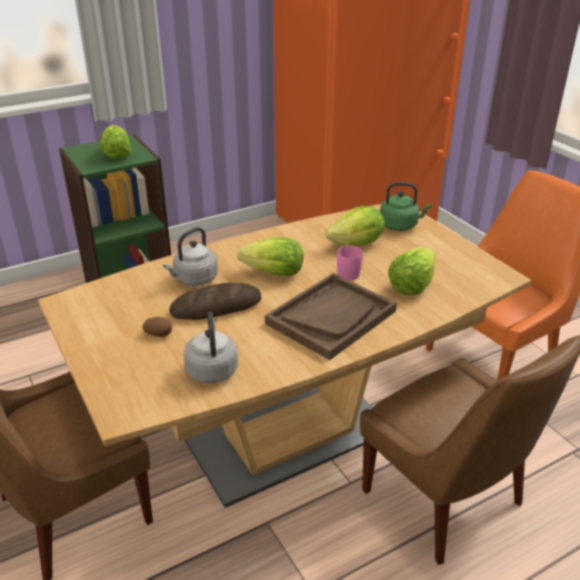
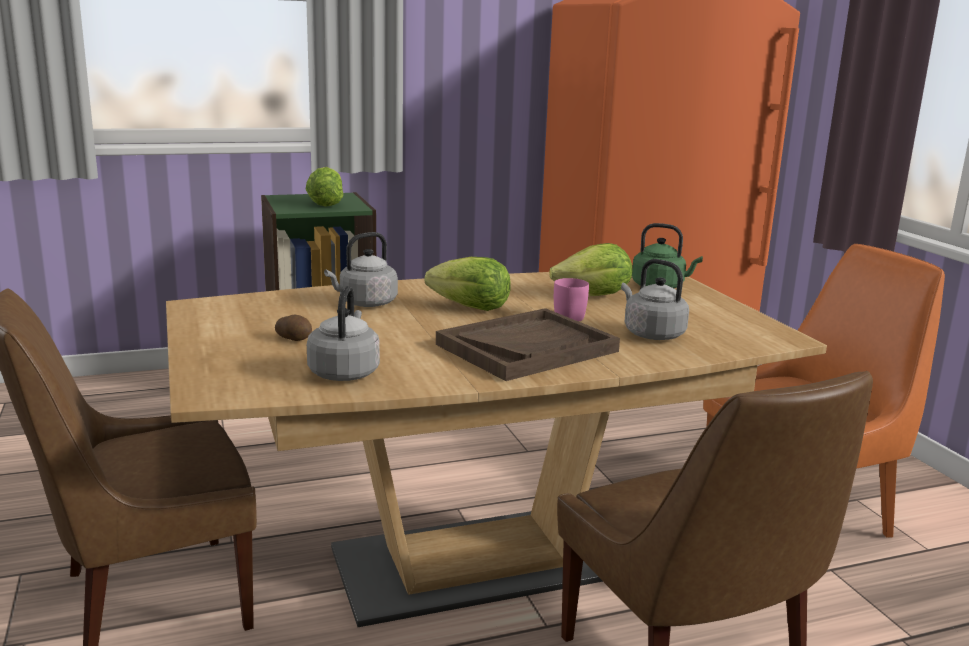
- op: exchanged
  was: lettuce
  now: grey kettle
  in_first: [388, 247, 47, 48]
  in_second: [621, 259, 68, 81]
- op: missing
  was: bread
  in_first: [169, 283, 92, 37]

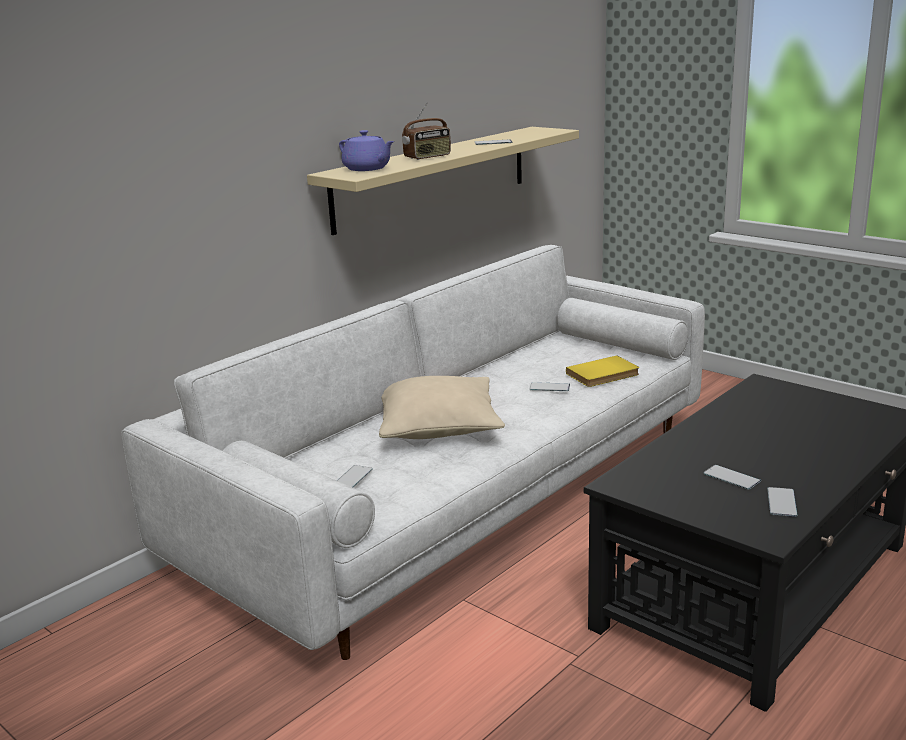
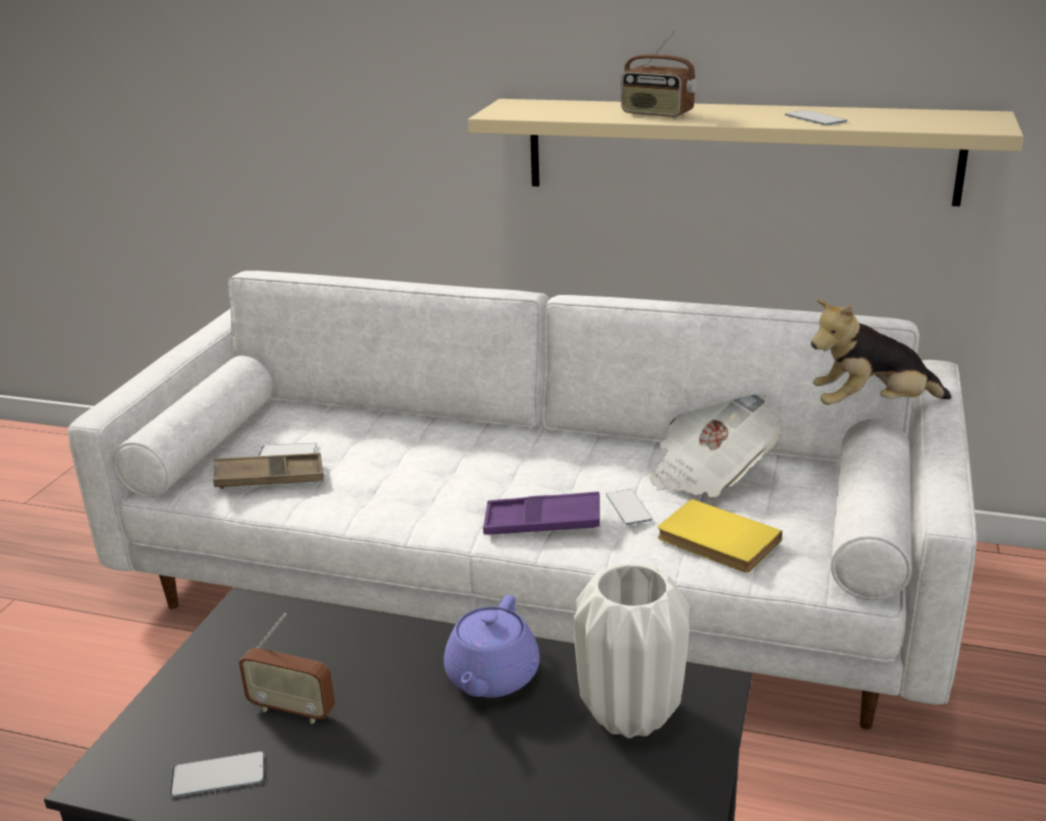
- op: relocated
  was: purple teapot
  in_first: [339, 130, 55, 41]
  in_second: [444, 595, 96, 102]
- op: missing
  was: beige pillow
  in_first: [379, 376, 126, 63]
- op: exchanged
  was: phone
  now: radio
  in_first: [703, 465, 58, 25]
  in_second: [239, 613, 96, 111]
- op: appeared
  now: plush toy
  in_second: [811, 299, 140, 106]
- op: appeared
  now: newspaper
  in_second: [650, 395, 130, 102]
- op: appeared
  now: brown tray
  in_second: [213, 453, 111, 36]
- op: appeared
  now: purple tray
  in_second: [483, 492, 117, 43]
- op: appeared
  now: white vase
  in_second: [573, 562, 116, 176]

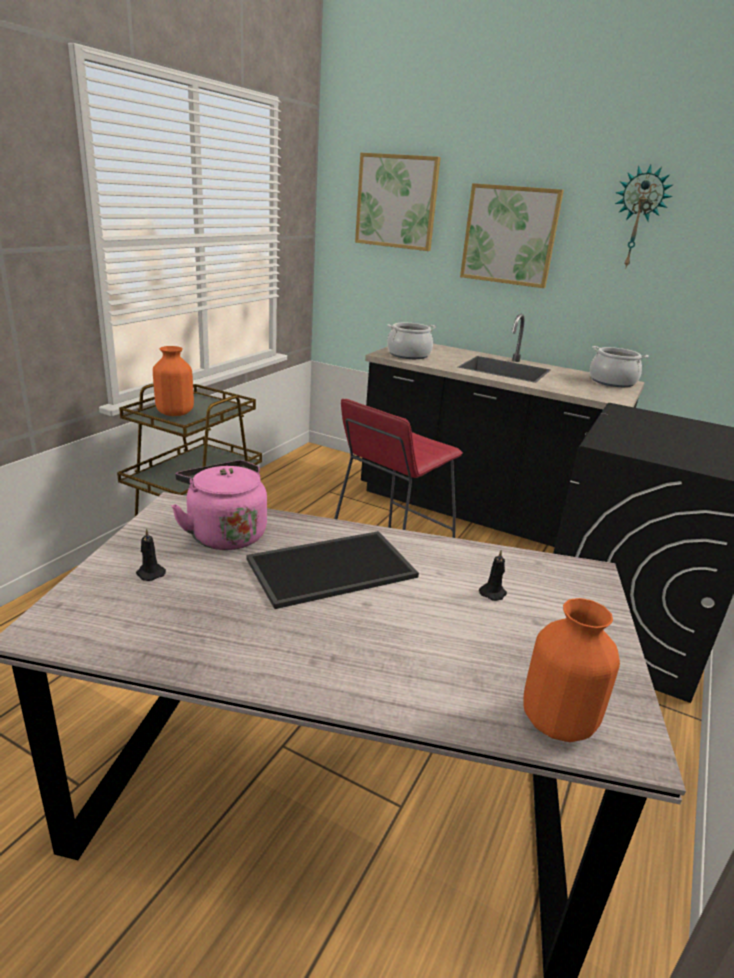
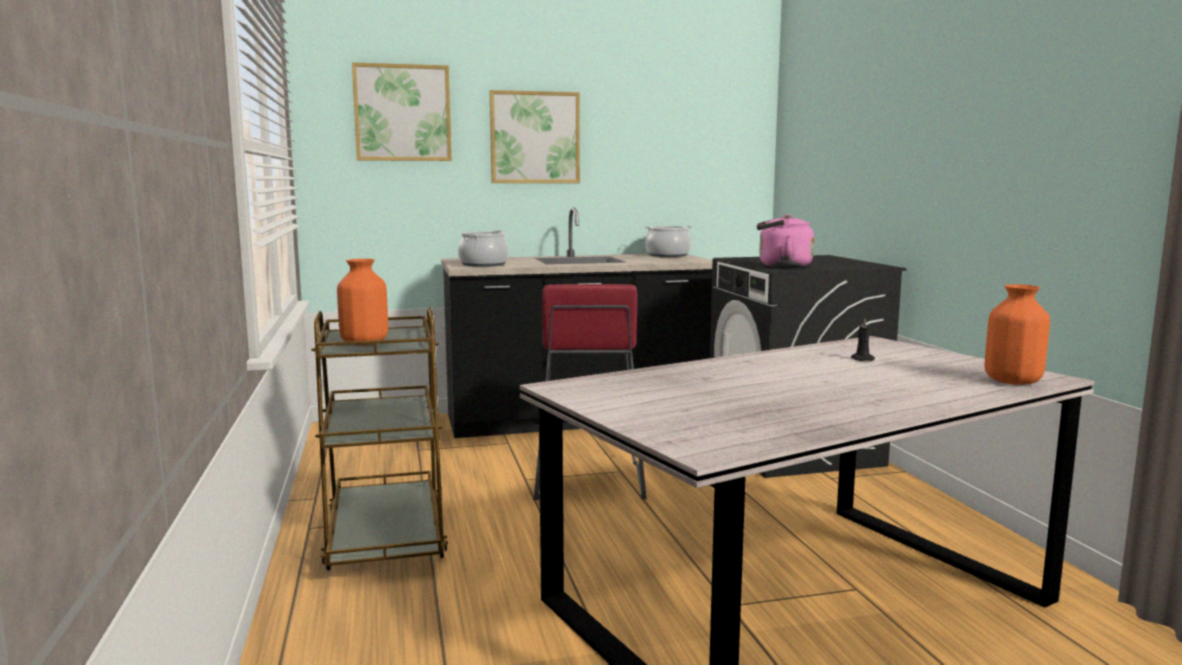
- op: missing
  was: wall clock
  in_first: [615, 165, 58, 102]
- op: relocated
  was: pink kettle
  in_first: [171, 460, 96, 90]
  in_second: [757, 214, 57, 54]
- op: missing
  was: black candle
  in_first: [136, 528, 30, 53]
- op: missing
  was: tray
  in_first: [246, 531, 173, 78]

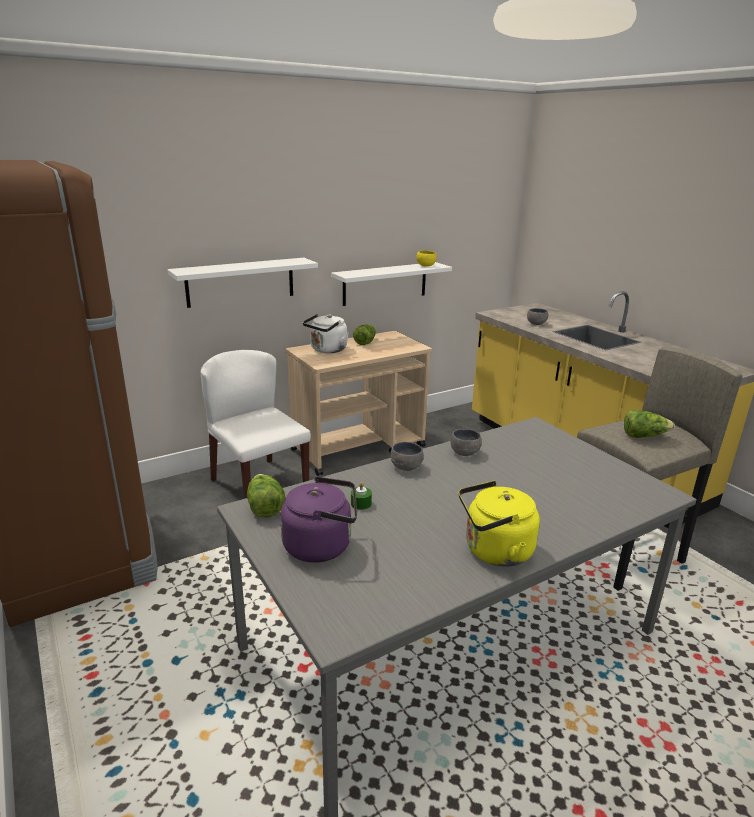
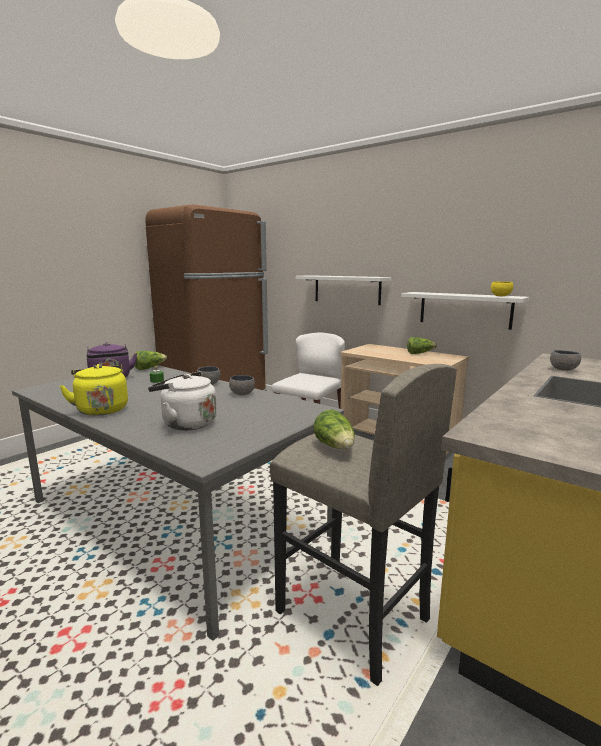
- op: relocated
  was: white kettle
  in_first: [303, 314, 46, 39]
  in_second: [148, 372, 69, 58]

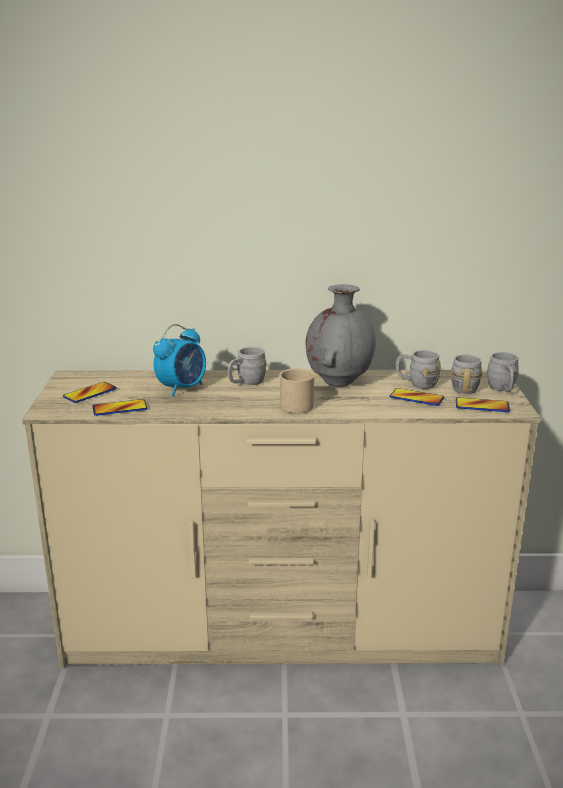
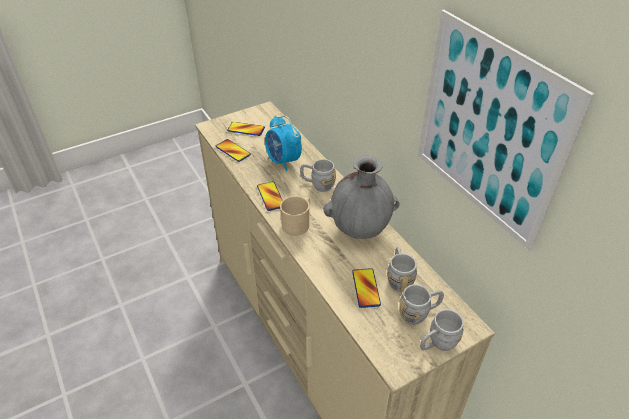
- op: spun
  was: alarm clock
  in_first: [153, 324, 53, 73]
  in_second: [265, 115, 37, 56]
  clockwise: 45
- op: relocated
  was: phone
  in_first: [456, 398, 54, 14]
  in_second: [257, 181, 25, 30]
- op: appeared
  now: picture
  in_second: [418, 10, 176, 241]

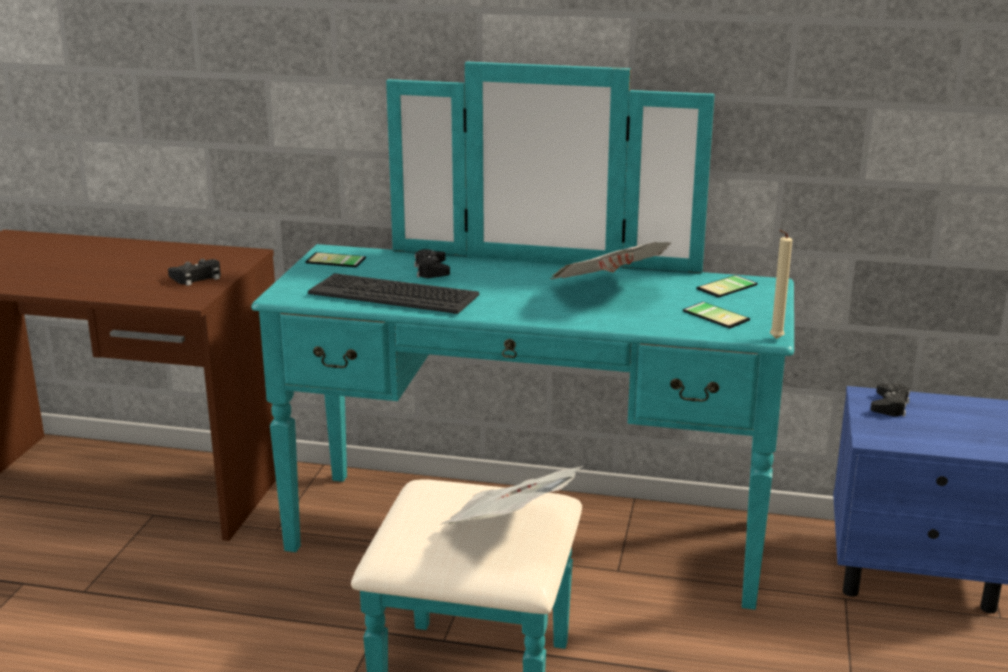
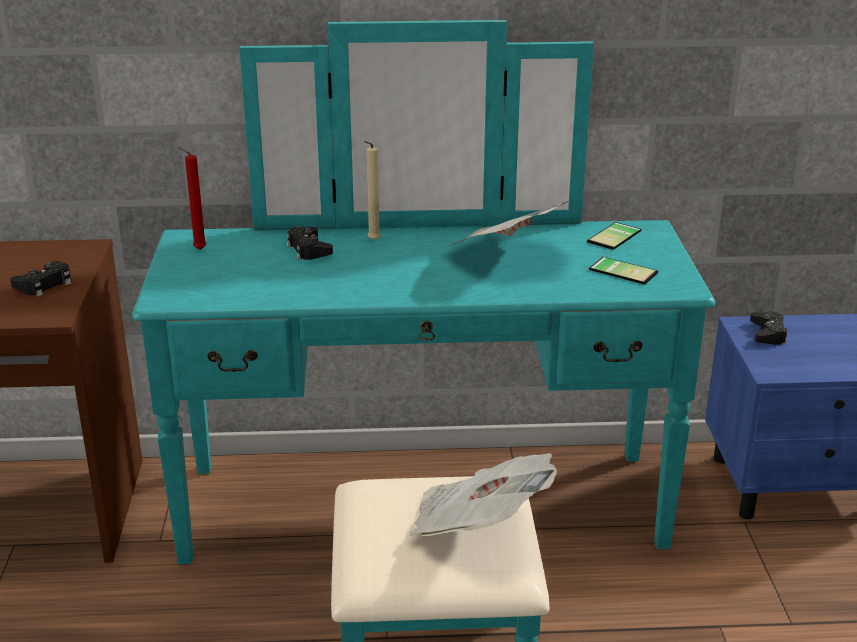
- op: relocated
  was: beige candle
  in_first: [770, 230, 22, 109]
  in_second: [365, 141, 16, 100]
- op: exchanged
  was: phone
  now: red candle
  in_first: [305, 252, 61, 16]
  in_second: [178, 146, 29, 104]
- op: missing
  was: keyboard
  in_first: [308, 273, 171, 41]

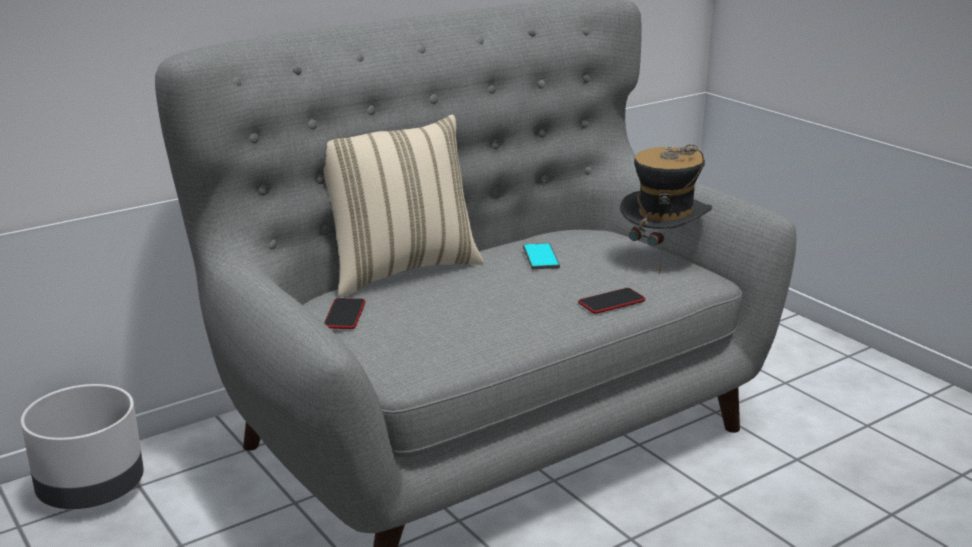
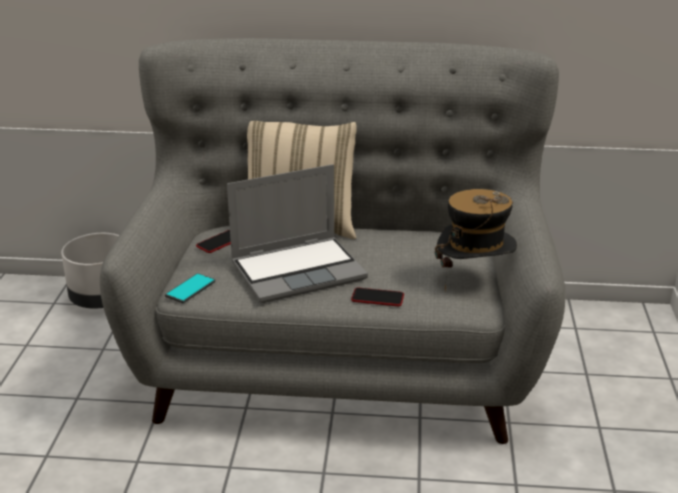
- op: relocated
  was: phone
  in_first: [523, 243, 37, 26]
  in_second: [165, 273, 50, 30]
- op: appeared
  now: laptop
  in_second: [227, 164, 141, 139]

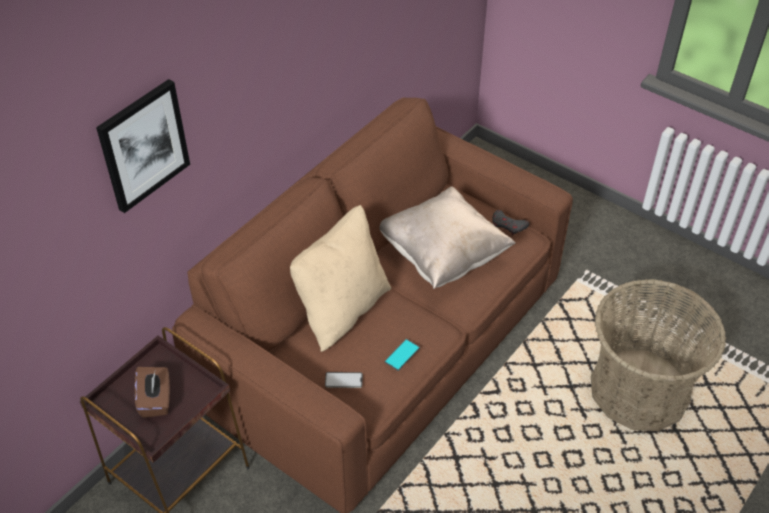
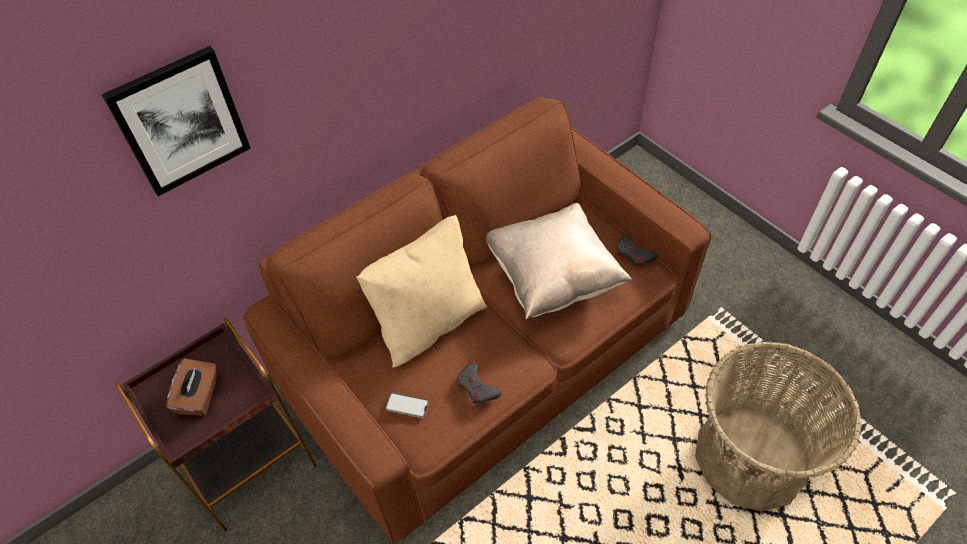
- op: exchanged
  was: phone
  now: grey game controller
  in_first: [385, 339, 35, 32]
  in_second: [457, 363, 44, 40]

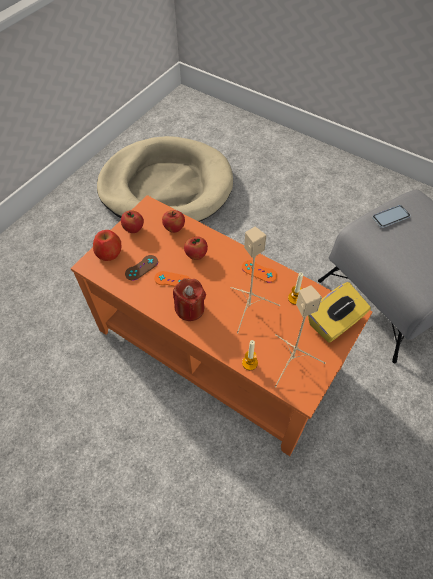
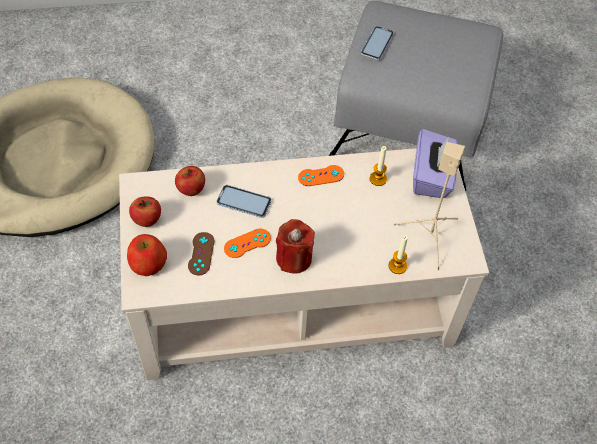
- op: colour
  was: orange coffee table
  now: beige coffee table
  in_first: [71, 195, 301, 261]
  in_second: [119, 148, 370, 232]
- op: missing
  was: beige speaker
  in_first: [230, 226, 50, 108]
- op: exchanged
  was: apple
  now: phone
  in_first: [184, 237, 24, 23]
  in_second: [216, 185, 56, 33]
- op: colour
  was: yellow tissue box
  now: purple tissue box
  in_first: [308, 282, 63, 61]
  in_second: [413, 129, 45, 69]

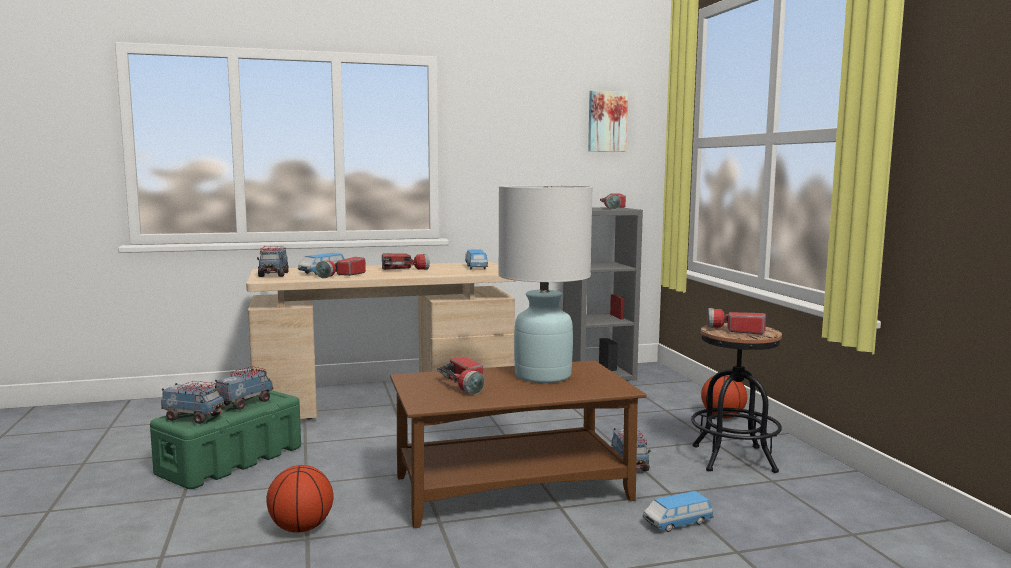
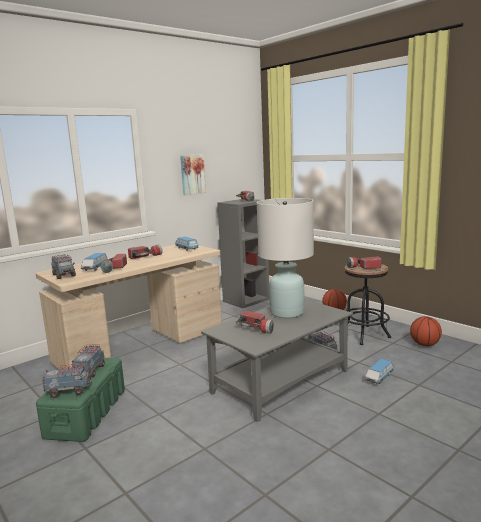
- op: relocated
  was: picture
  in_first: [588, 90, 40, 62]
  in_second: [180, 154, 26, 41]
- op: colour
  was: brown coffee table
  now: grey coffee table
  in_first: [390, 360, 257, 168]
  in_second: [201, 299, 152, 123]
- op: relocated
  was: basketball
  in_first: [266, 465, 68, 68]
  in_second: [410, 316, 32, 30]

